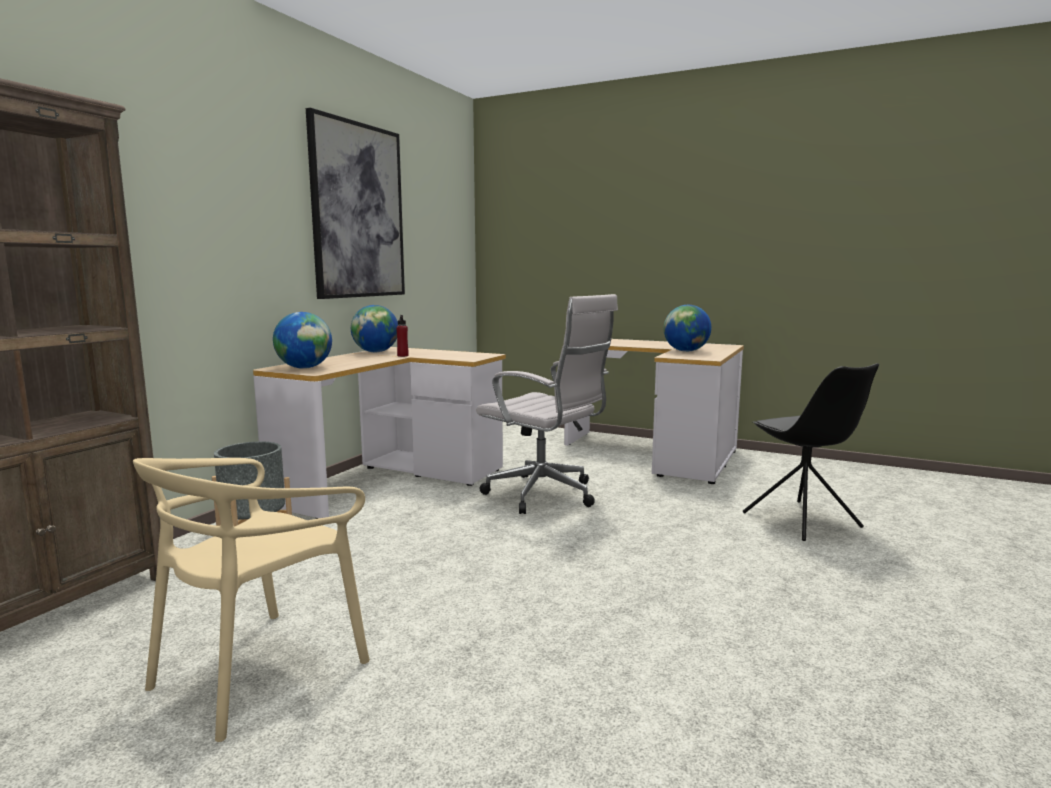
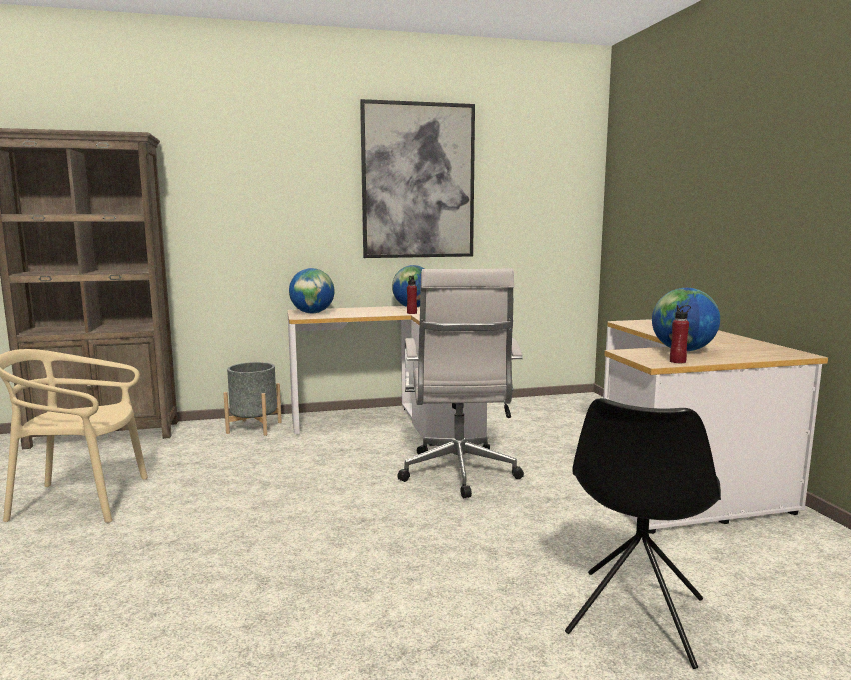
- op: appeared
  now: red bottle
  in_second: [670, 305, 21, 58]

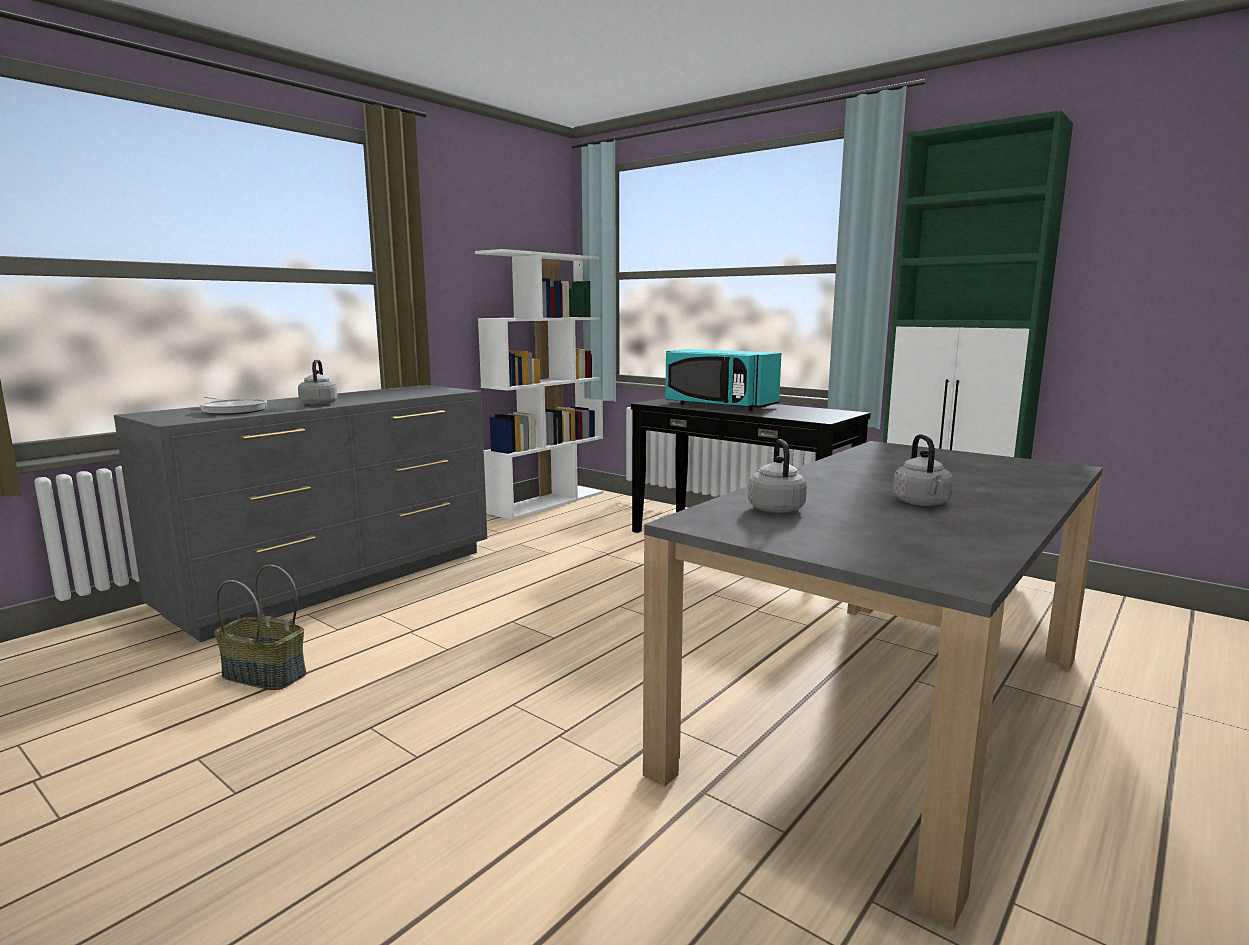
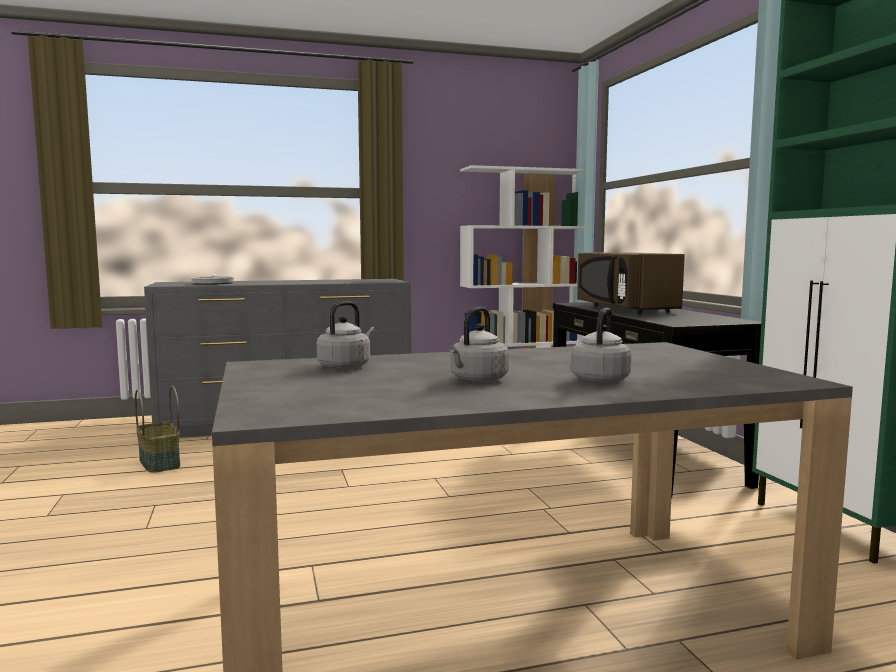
- op: colour
  was: turquoise microwave
  now: brown microwave
  in_first: [665, 349, 116, 62]
  in_second: [577, 252, 108, 61]
- op: relocated
  was: grey kettle
  in_first: [298, 360, 39, 46]
  in_second: [571, 308, 60, 75]

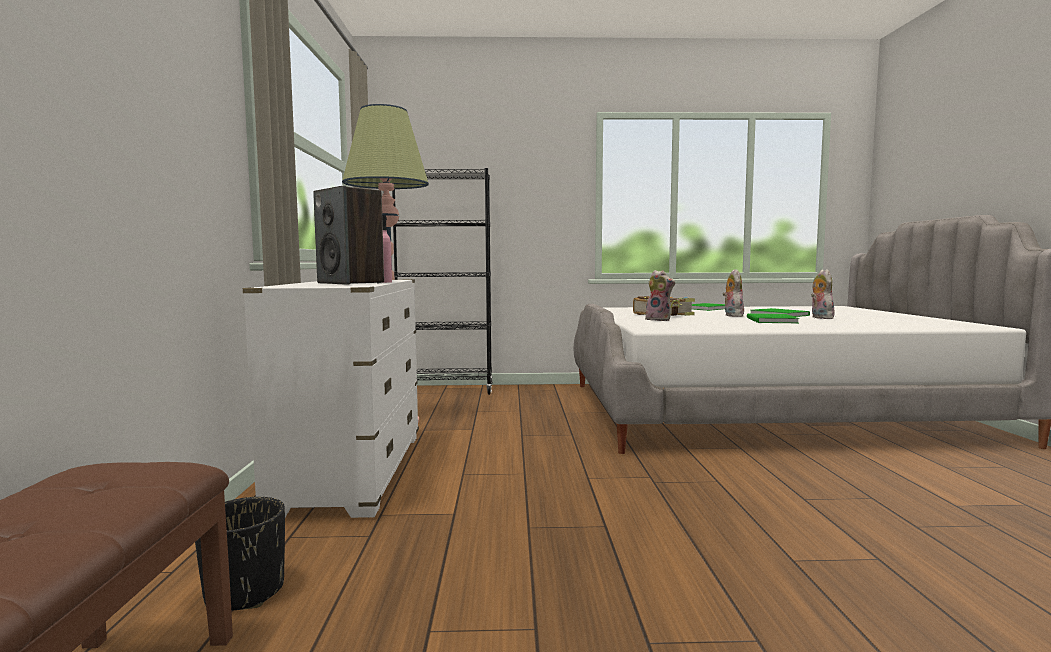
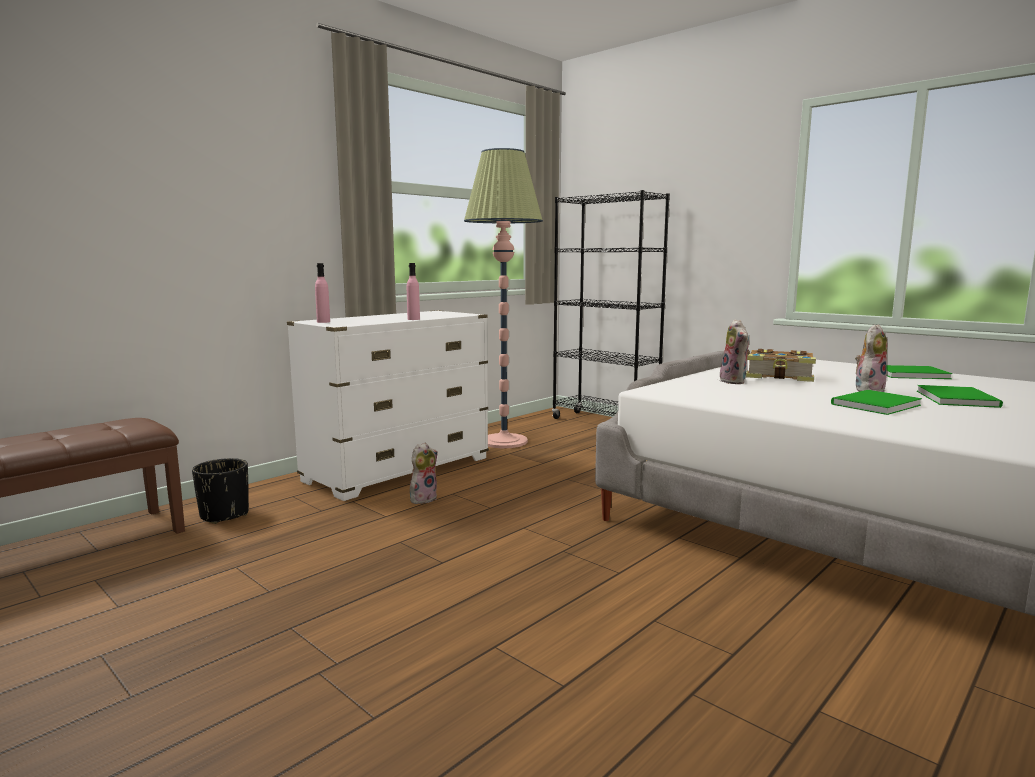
- op: missing
  was: speaker
  in_first: [313, 186, 71, 99]
- op: relocated
  was: plush toy
  in_first: [811, 269, 24, 50]
  in_second: [410, 443, 28, 61]
- op: appeared
  now: pink bottle
  in_second: [315, 263, 15, 60]

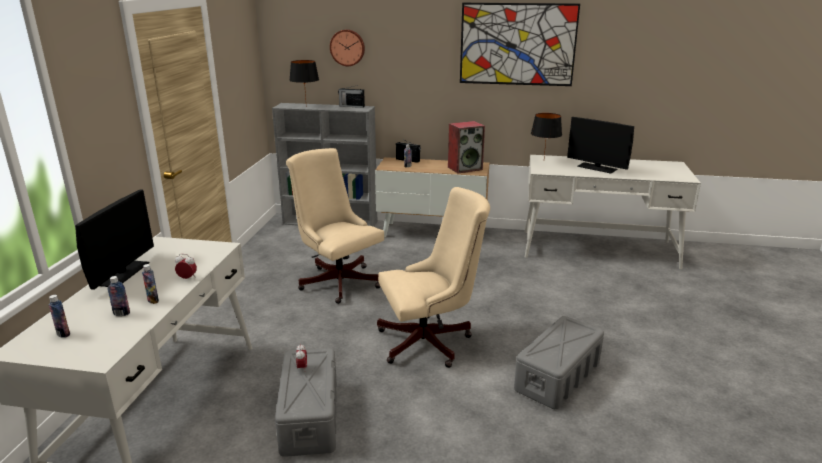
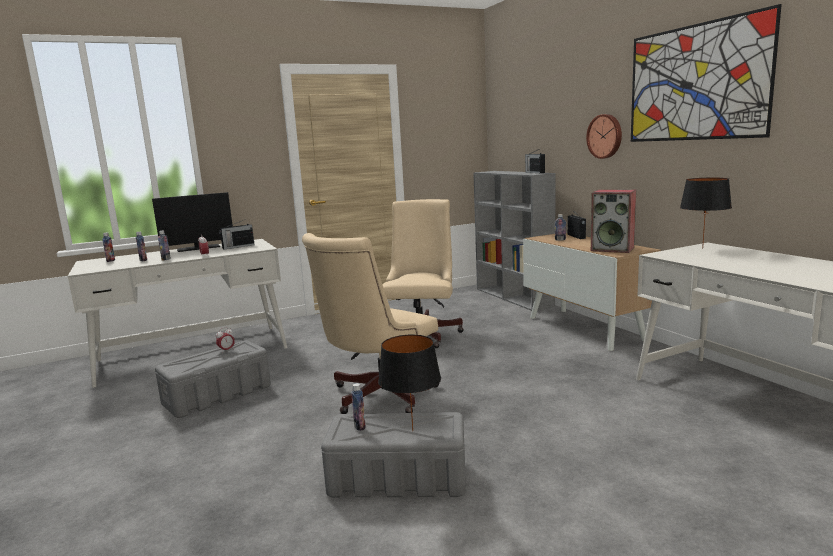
- op: relocated
  was: wall clock
  in_first: [330, 29, 35, 37]
  in_second: [586, 114, 36, 45]
- op: relocated
  was: black table lamp
  in_first: [289, 60, 30, 39]
  in_second: [378, 335, 63, 96]
- op: missing
  was: monitor
  in_first: [567, 117, 67, 57]
- op: spun
  was: beige office chair
  in_first: [377, 187, 113, 181]
  in_second: [302, 233, 137, 181]
  clockwise: 90
- op: appeared
  now: radio
  in_second: [219, 219, 36, 30]
- op: appeared
  now: bottle
  in_second: [351, 383, 15, 48]

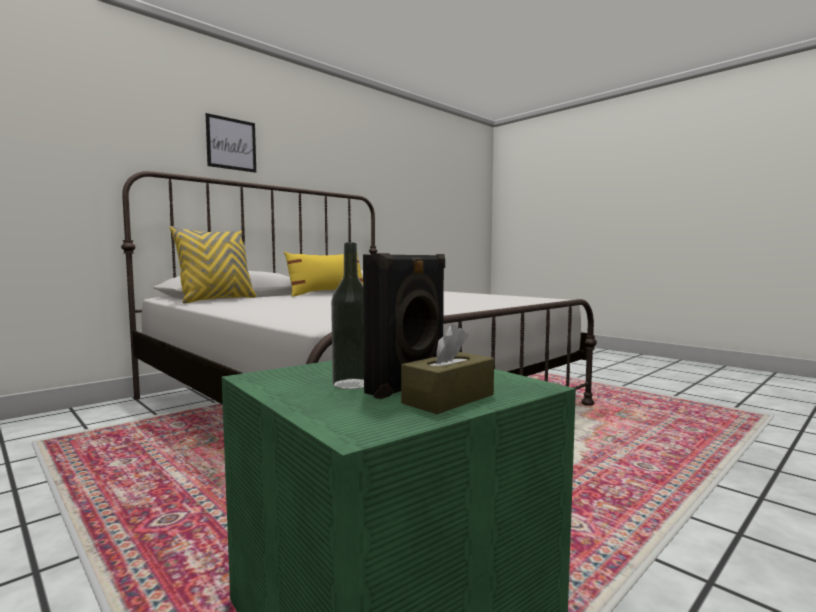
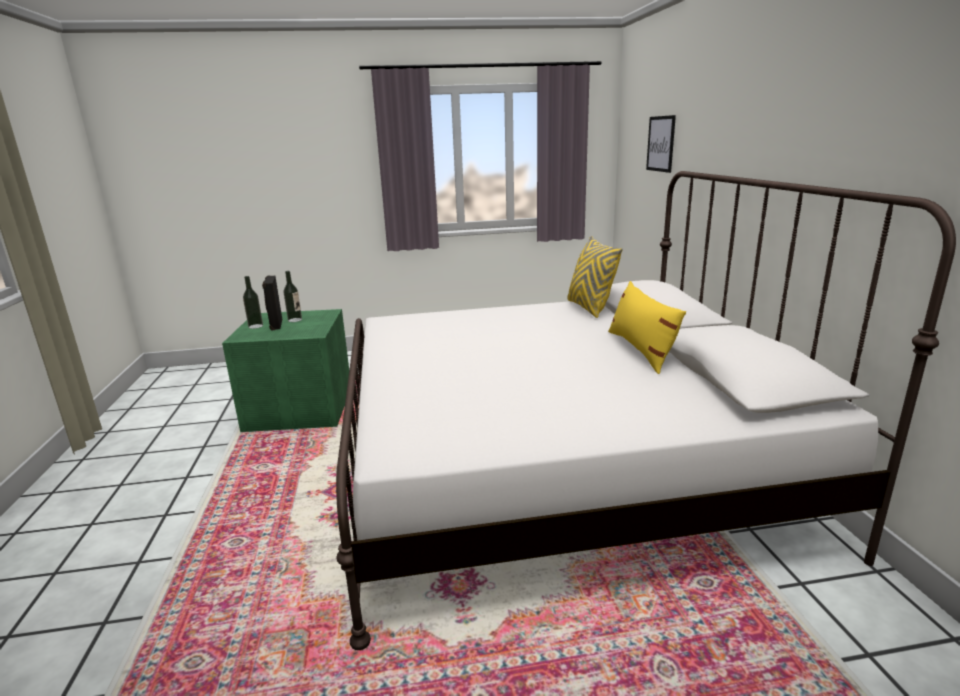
- op: relocated
  was: picture
  in_first: [206, 113, 50, 60]
  in_second: [646, 115, 30, 58]
- op: exchanged
  was: brown tissue box
  now: bottle
  in_first: [401, 324, 93, 90]
  in_second: [243, 276, 20, 53]

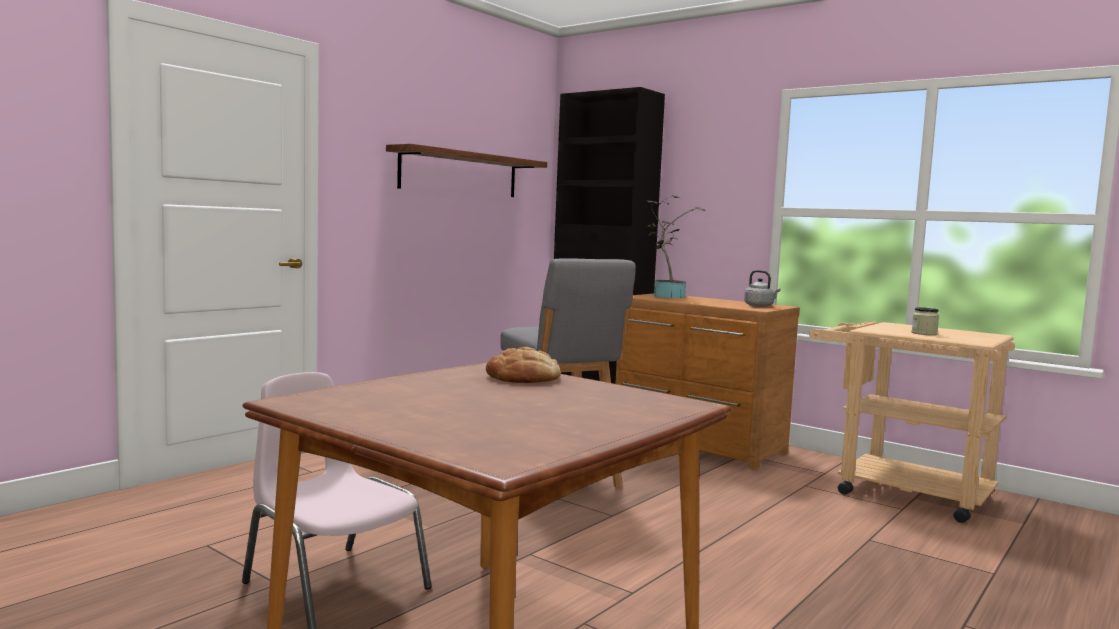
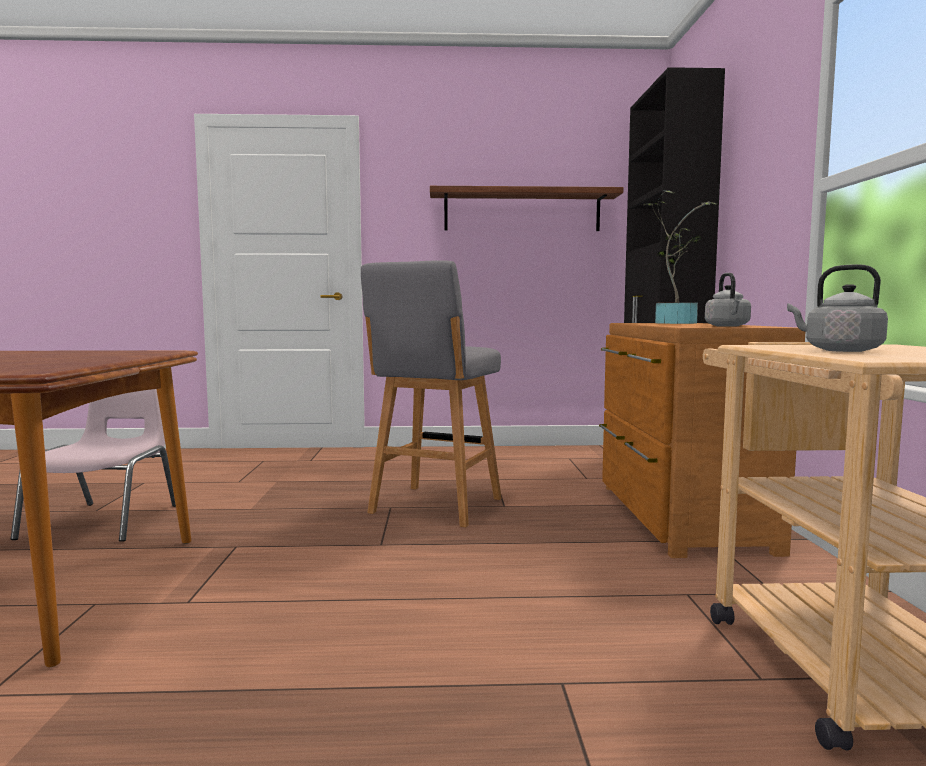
- op: exchanged
  was: jar
  now: grey kettle
  in_first: [912, 307, 27, 28]
  in_second: [787, 264, 101, 88]
- op: missing
  was: bread
  in_first: [486, 347, 75, 36]

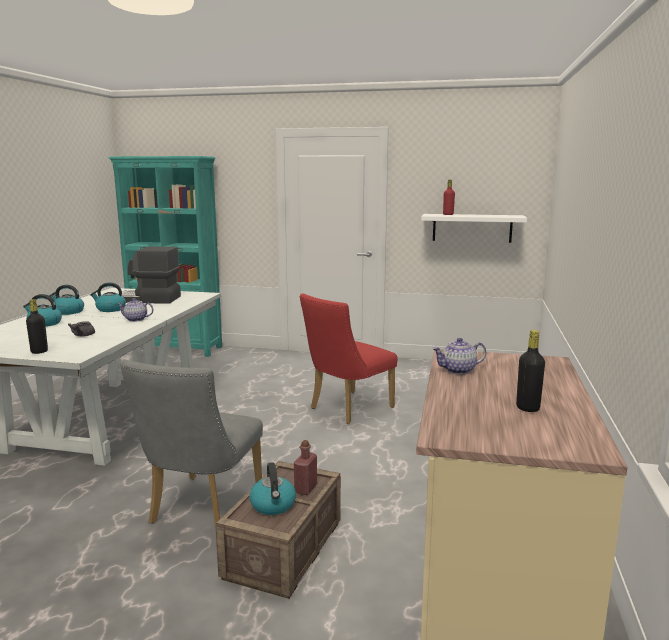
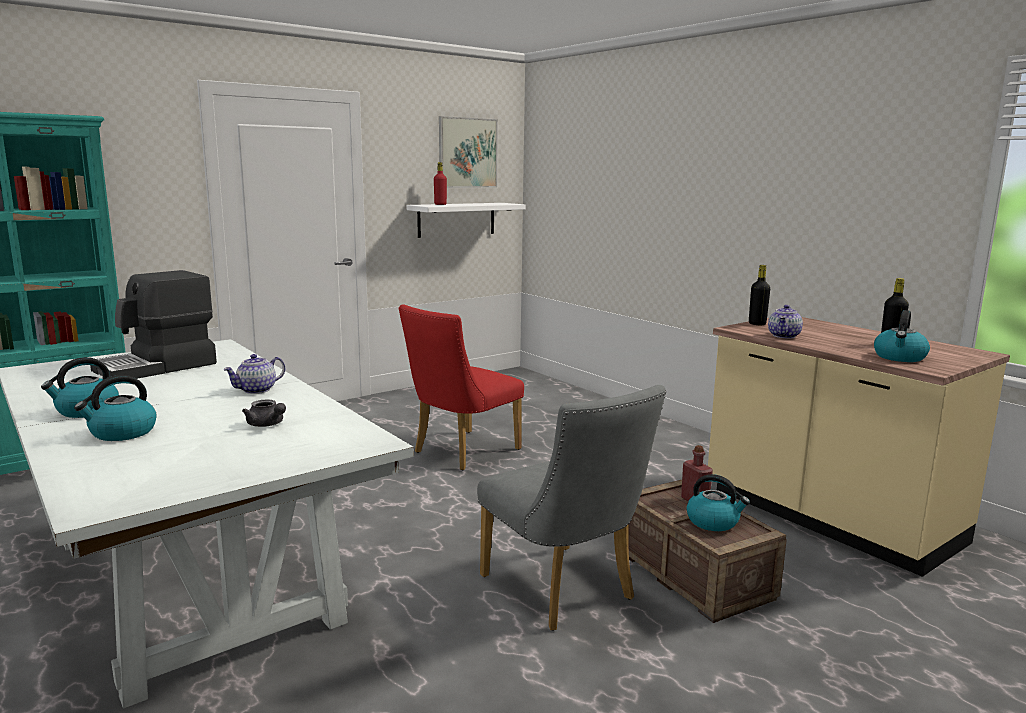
- op: relocated
  was: kettle
  in_first: [90, 283, 36, 29]
  in_second: [874, 310, 56, 52]
- op: spun
  was: red chair
  in_first: [300, 294, 98, 130]
  in_second: [399, 304, 125, 166]
  clockwise: 45
- op: relocated
  was: black bottle
  in_first: [26, 299, 22, 55]
  in_second: [749, 265, 21, 60]
- op: appeared
  now: picture
  in_second: [439, 116, 59, 72]

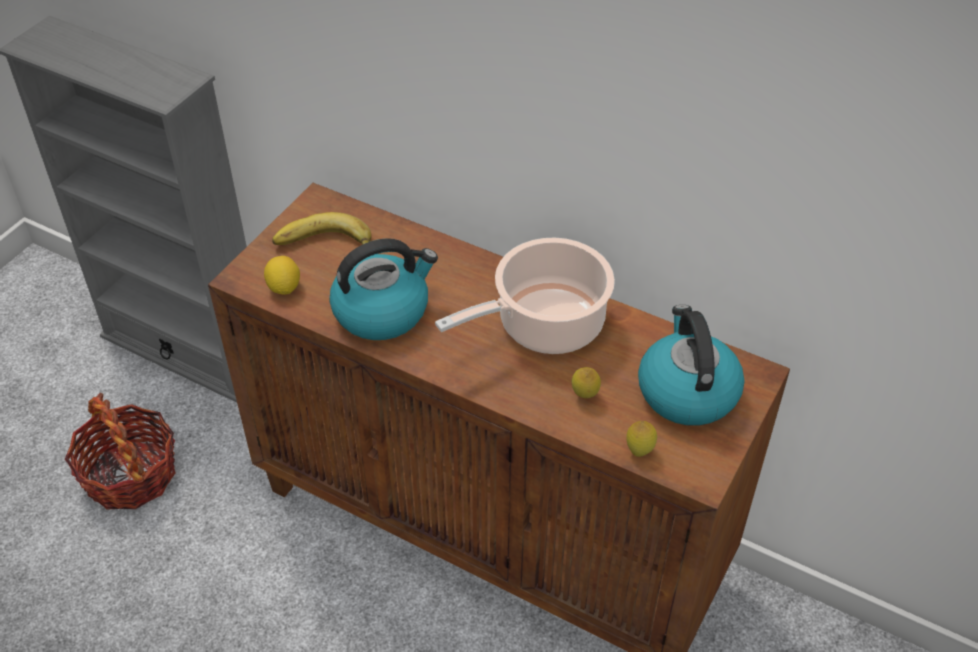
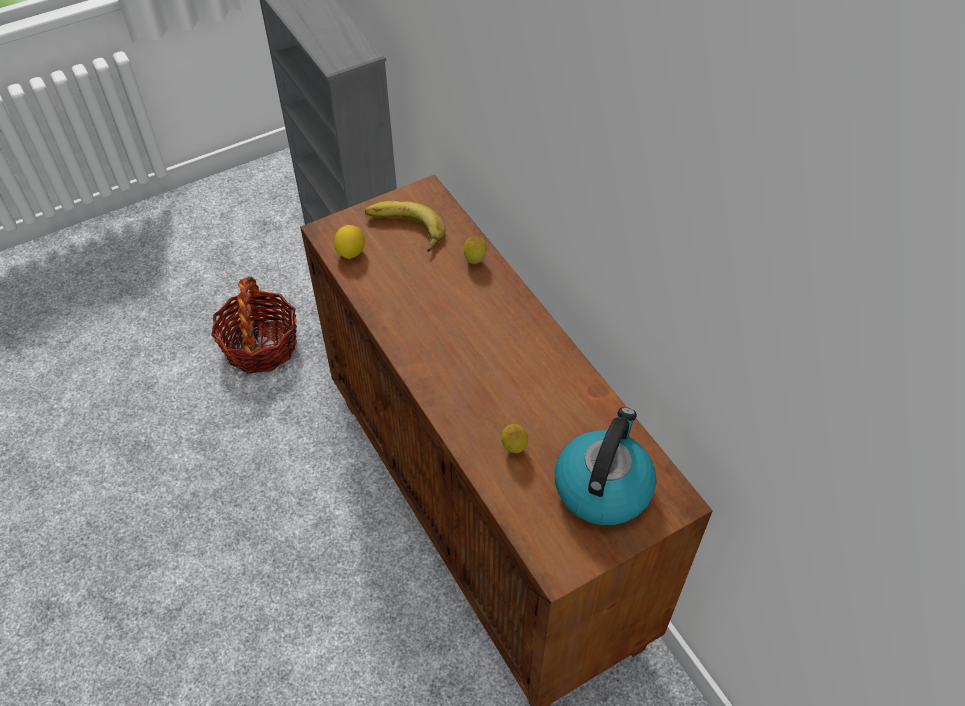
- op: missing
  was: kettle
  in_first: [330, 238, 108, 102]
- op: missing
  was: cooking pot
  in_first: [435, 238, 180, 116]
- op: relocated
  was: lemon
  in_first: [626, 421, 31, 36]
  in_second: [464, 236, 23, 28]

